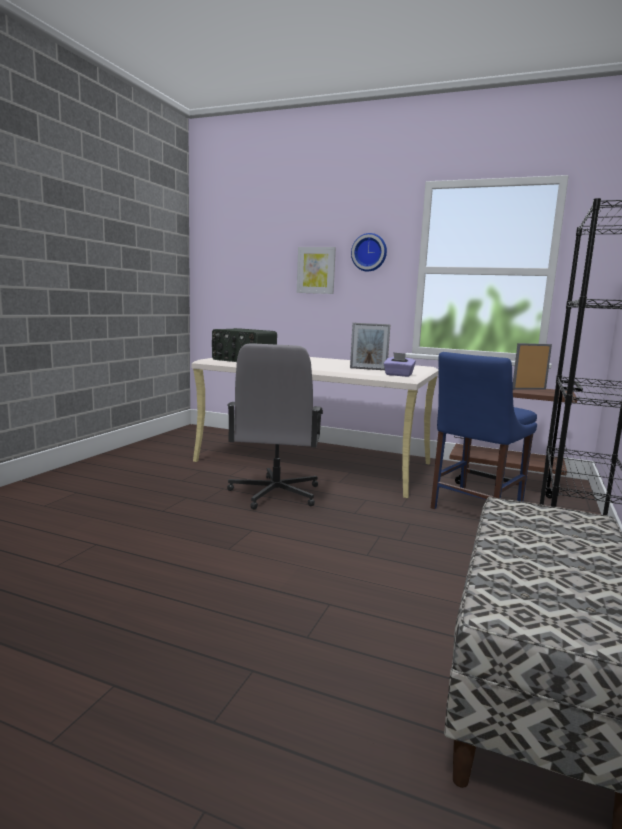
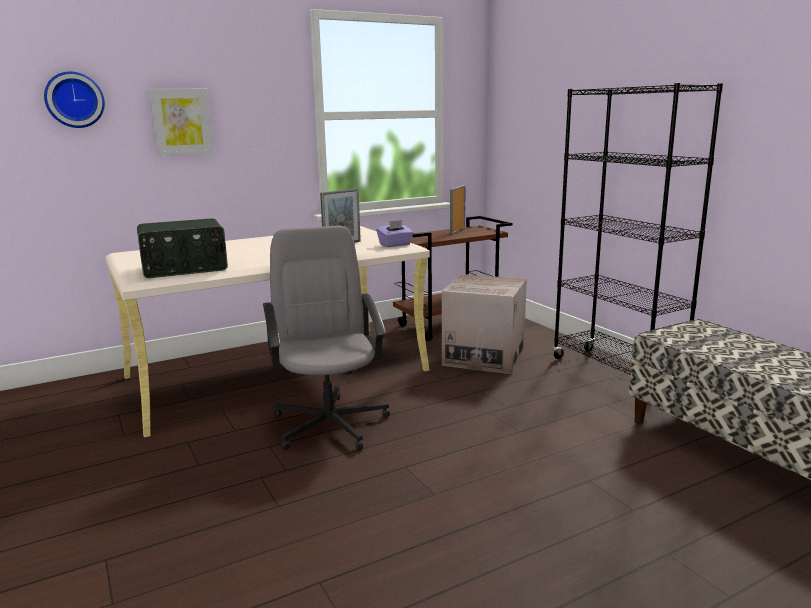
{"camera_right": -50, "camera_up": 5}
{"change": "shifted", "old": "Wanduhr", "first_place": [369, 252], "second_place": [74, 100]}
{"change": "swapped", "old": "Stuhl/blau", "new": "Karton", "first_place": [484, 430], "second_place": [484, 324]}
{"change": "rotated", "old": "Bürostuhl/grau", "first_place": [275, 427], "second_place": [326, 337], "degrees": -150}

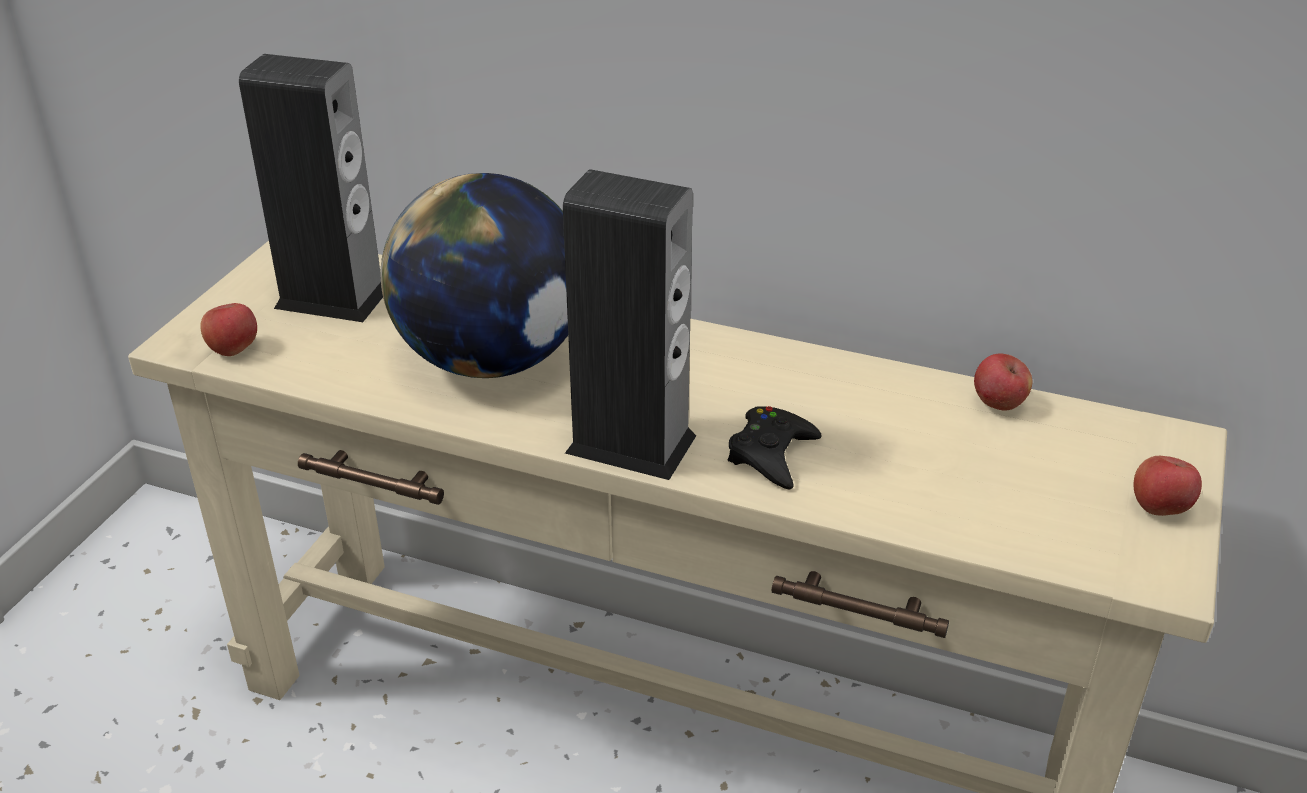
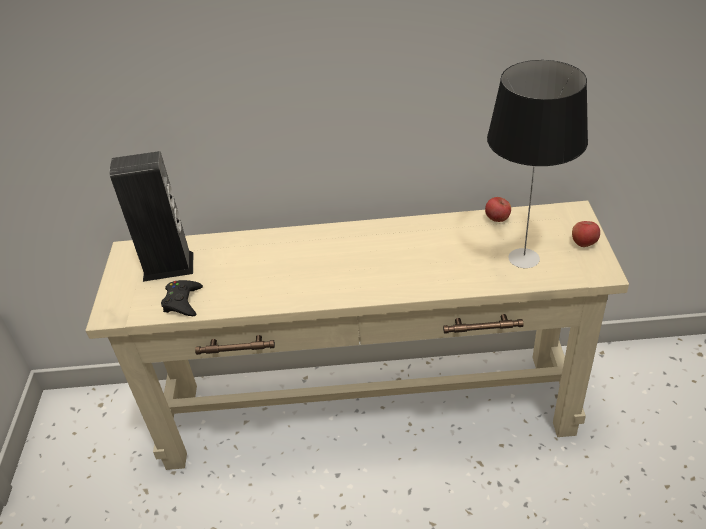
{"camera_right": -20, "camera_up": 5}
{"change": "gone", "old": "Apfel", "first_place": [228, 329]}
{"change": "gone", "old": "Globus", "first_place": [474, 275]}
{"change": "gone", "old": "Lautsprecher", "first_place": [629, 324]}
{"change": "new", "new": "Tischlampe", "second_place": [537, 164]}
{"change": "shifted", "old": "Gamepad/schwarz", "first_place": [774, 448], "second_place": [182, 298]}

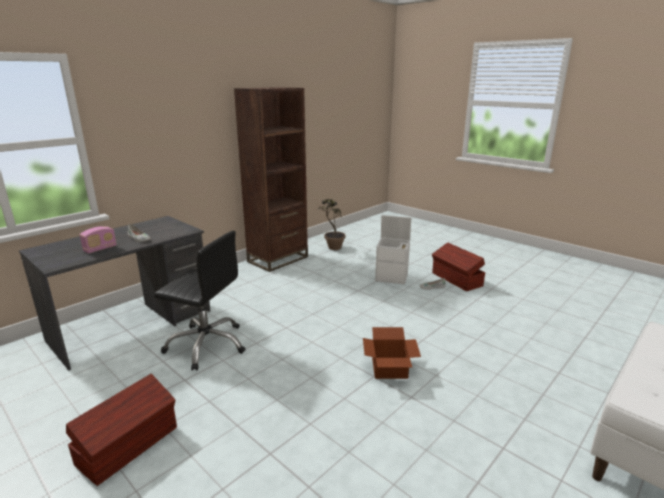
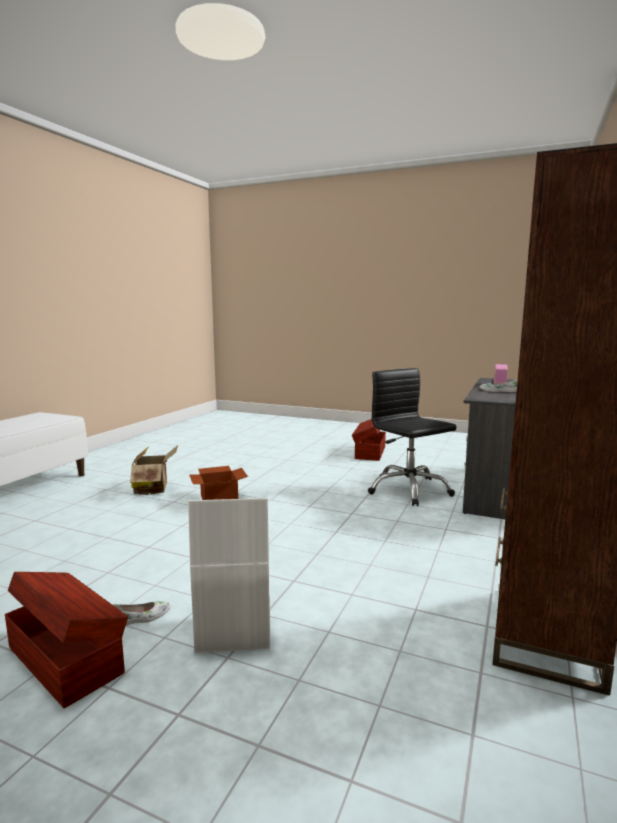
{"camera_right": 160, "camera_up": -10}
{"change": "gone", "old": "Topfpflanze", "first_place": [331, 224]}
{"change": "new", "new": "Karton", "second_place": [154, 470]}
{"change": "rotated", "old": "Bürostuhl/schwarz", "first_place": [199, 300], "second_place": [412, 437], "degrees": 60}

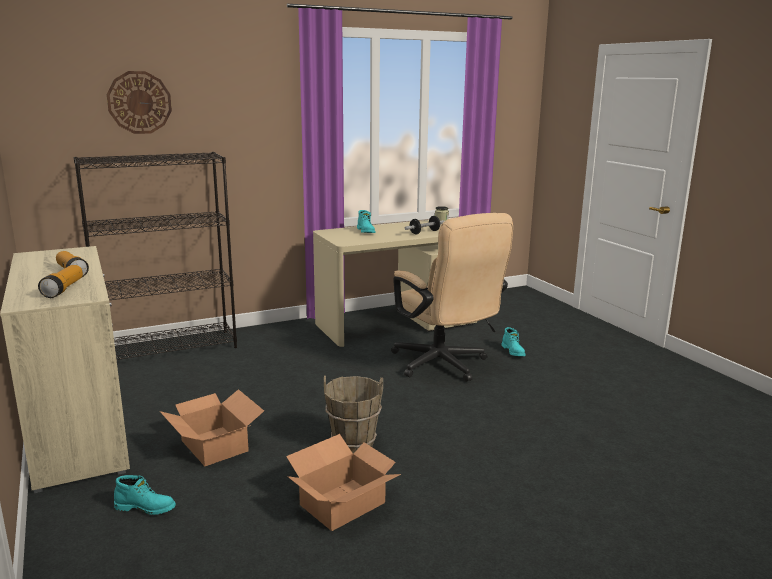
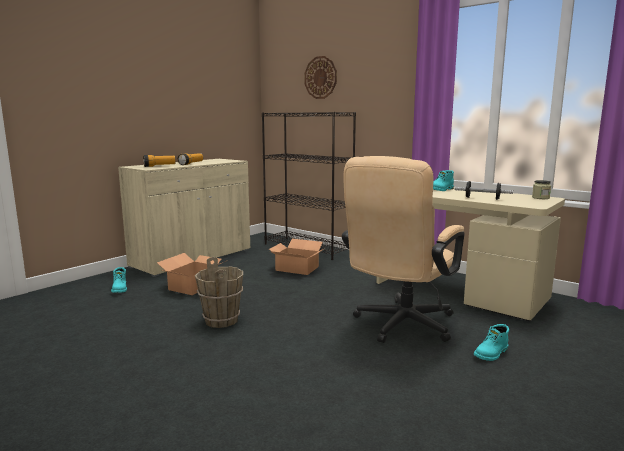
{"camera_right": 65, "camera_up": -5}
{"change": "shifted", "old": "Karton", "first_place": [343, 482], "second_place": [296, 257]}

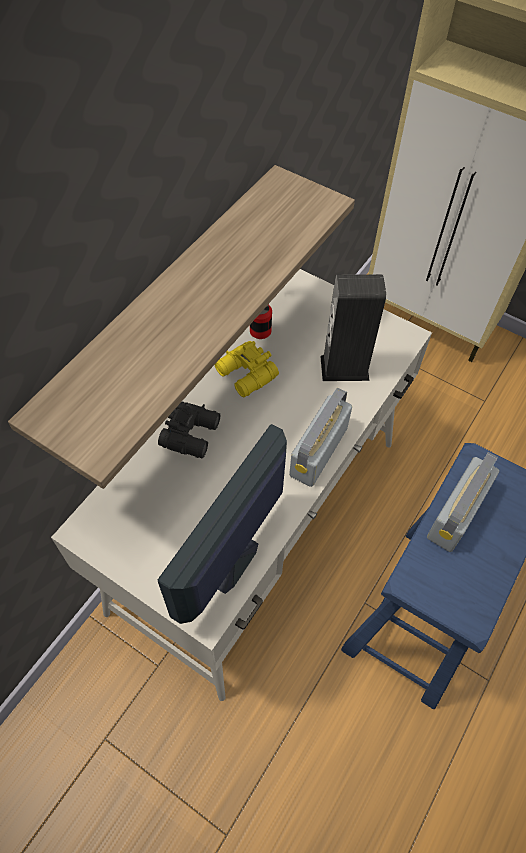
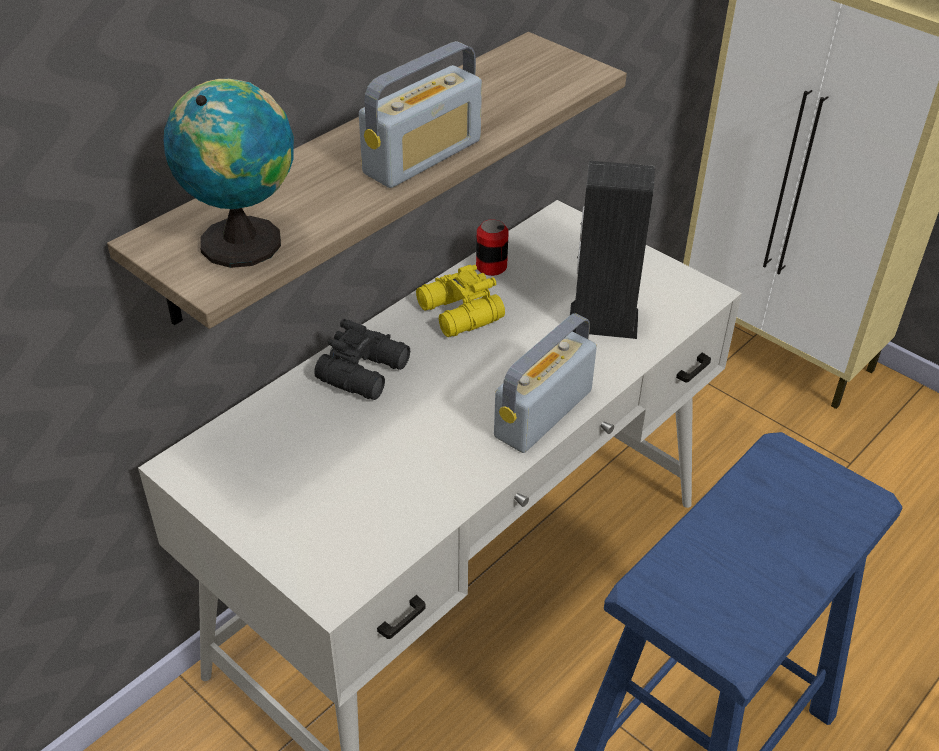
{"camera_right": 10, "camera_up": -15}
{"change": "gone", "old": "Monitor", "first_place": [222, 524]}
{"change": "new", "new": "Globus", "second_place": [229, 173]}
{"change": "shifted", "old": "Radio", "first_place": [463, 502], "second_place": [420, 114]}

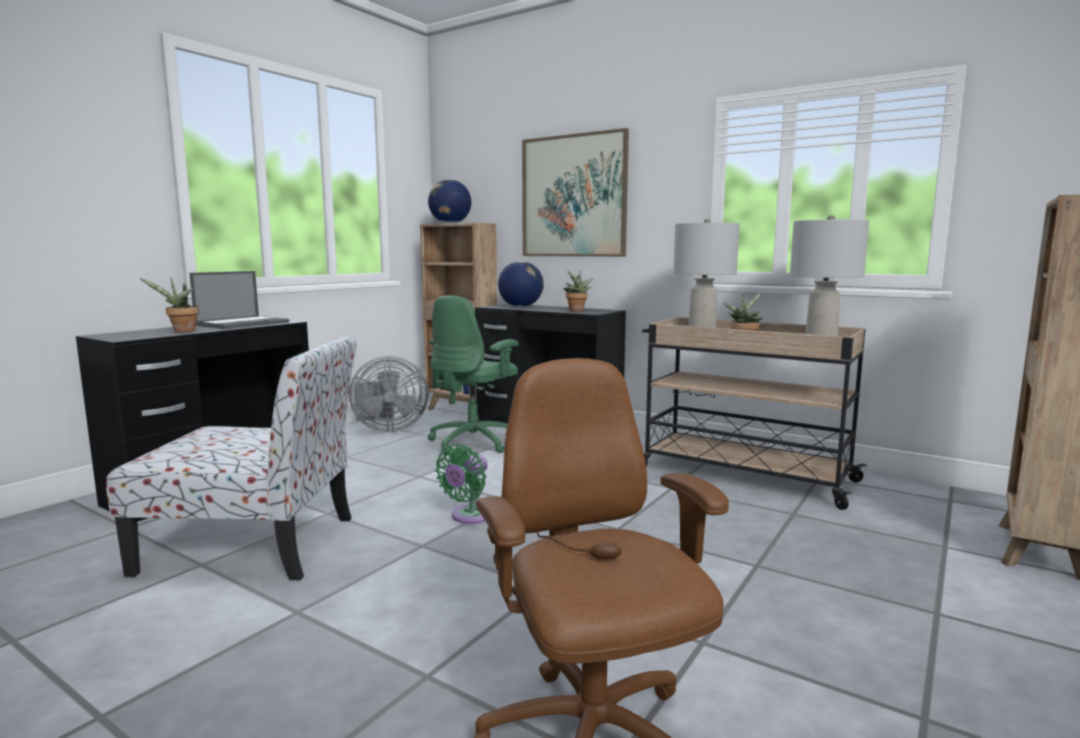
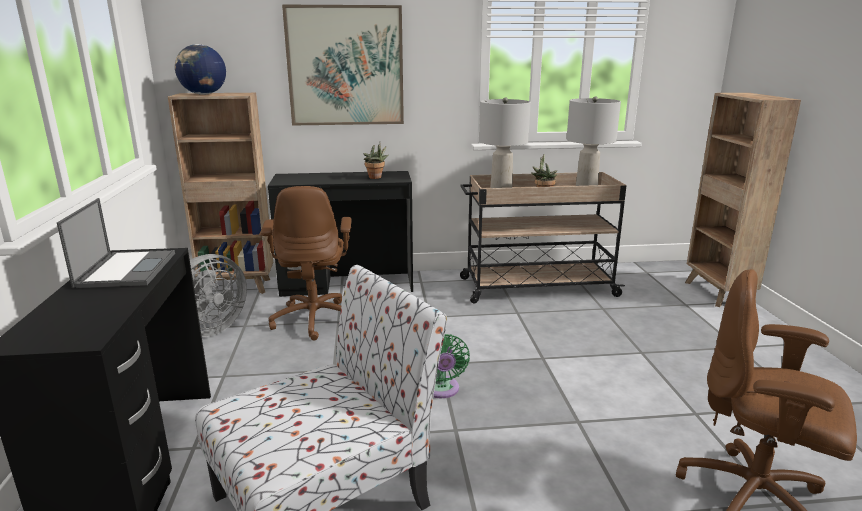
{"camera_right": -40, "camera_up": 10}
{"change": "gone", "old": "Topfpflanze", "first_place": [169, 305]}
{"change": "gone", "old": "Globus", "first_place": [521, 284]}
{"change": "repainted", "old": "Bürostuhl/grün", "new": "Bürostuhl/braun", "first_place": [473, 375], "second_place": [306, 263]}

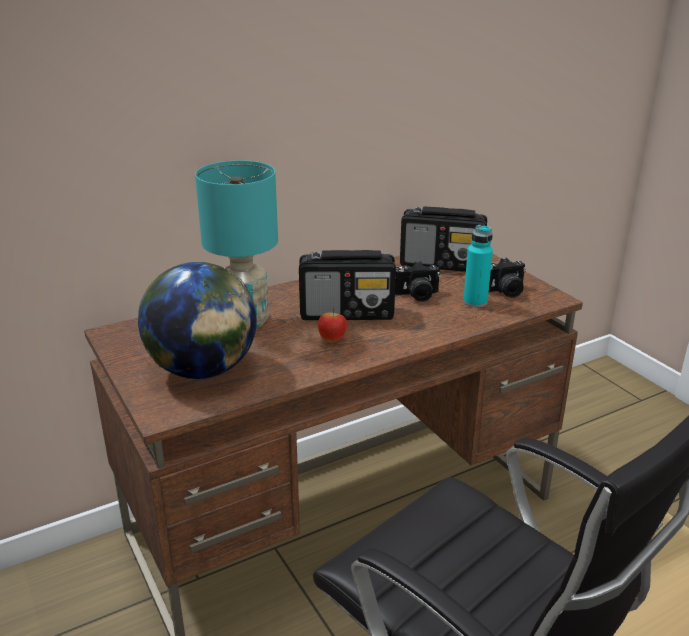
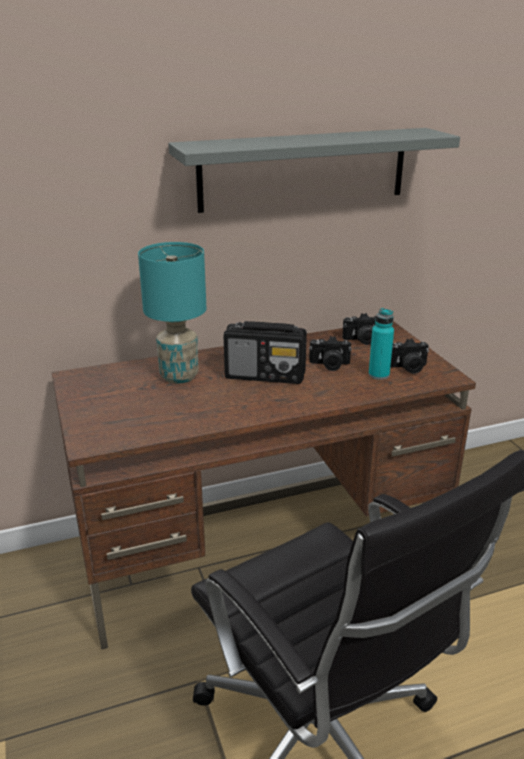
{"camera_right": 10, "camera_up": 0}
{"change": "gone", "old": "Globus", "first_place": [197, 320]}
{"change": "gone", "old": "Apfel", "first_place": [332, 325]}
{"change": "new", "new": "Wandregal/grau", "second_place": [314, 170]}
{"change": "swapped", "old": "Radio", "new": "Kamera", "first_place": [443, 239], "second_place": [359, 329]}

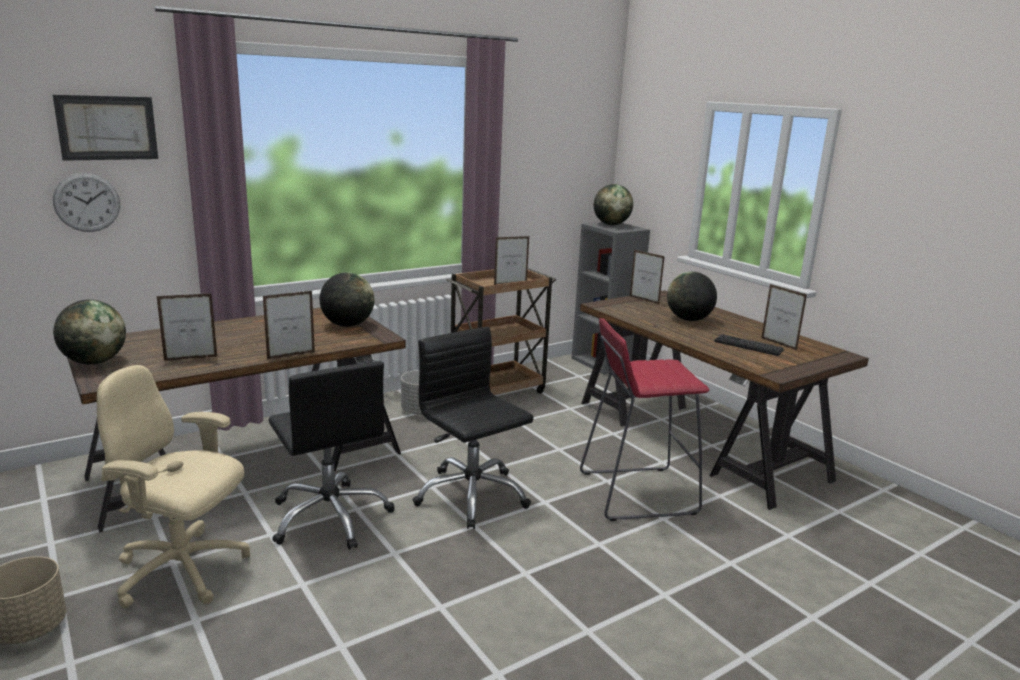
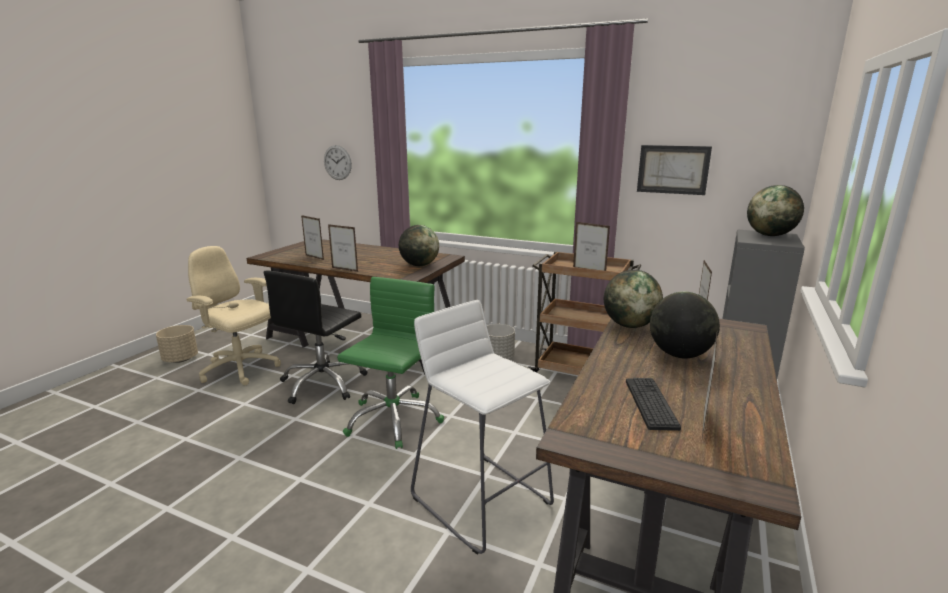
{"camera_right": 60, "camera_up": 0}
{"change": "shifted", "old": "Bild", "first_place": [105, 128], "second_place": [674, 170]}
{"change": "shifted", "old": "Globus", "first_place": [89, 332], "second_place": [633, 299]}
{"change": "repainted", "old": "Bürostuhl/schwarz", "new": "Bürostuhl/grün", "first_place": [473, 428], "second_place": [390, 363]}
{"change": "repainted", "old": "Hocker/rot", "new": "Hocker/weiß", "first_place": [645, 419], "second_place": [482, 427]}
{"change": "rotated", "old": "Bürostuhl/beige", "first_place": [173, 487], "second_place": [234, 315], "degrees": -45}

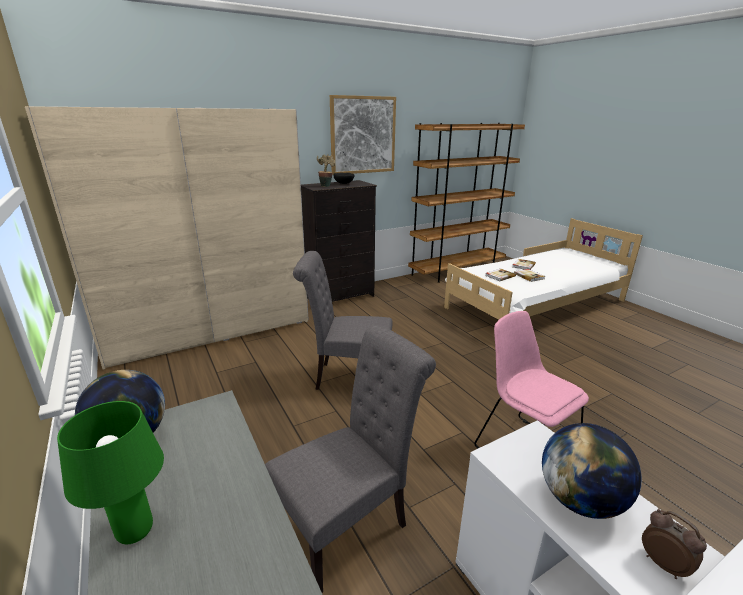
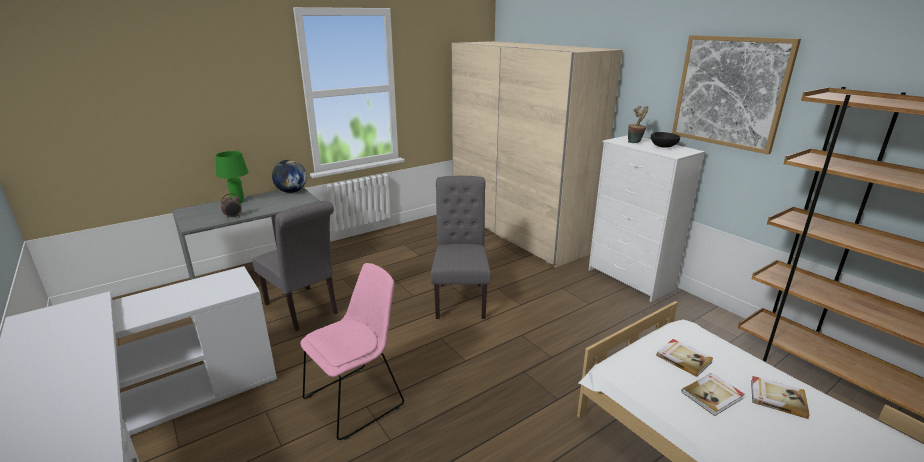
{"camera_right": 85, "camera_up": 0}
{"change": "gone", "old": "Globus", "first_place": [592, 471]}
{"change": "shifted", "old": "Wecker", "first_place": [674, 544], "second_place": [231, 206]}
{"change": "repainted", "old": "Kommode/schwarz", "new": "Kommode/weiß", "first_place": [339, 241], "second_place": [647, 218]}

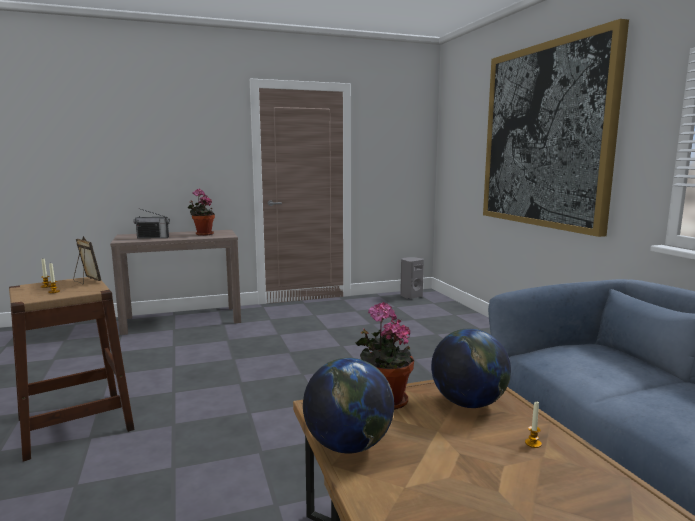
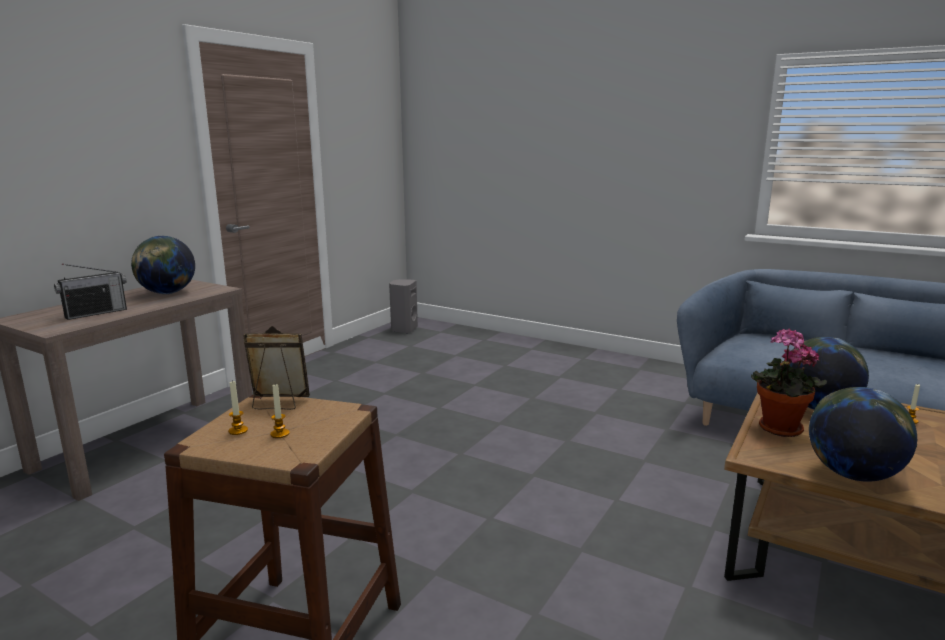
{"camera_right": -40, "camera_up": 5}
{"change": "gone", "old": "Bild", "first_place": [556, 128]}
{"change": "swapped", "old": "Topfpflanze", "new": "Globus", "first_place": [201, 212], "second_place": [163, 265]}

